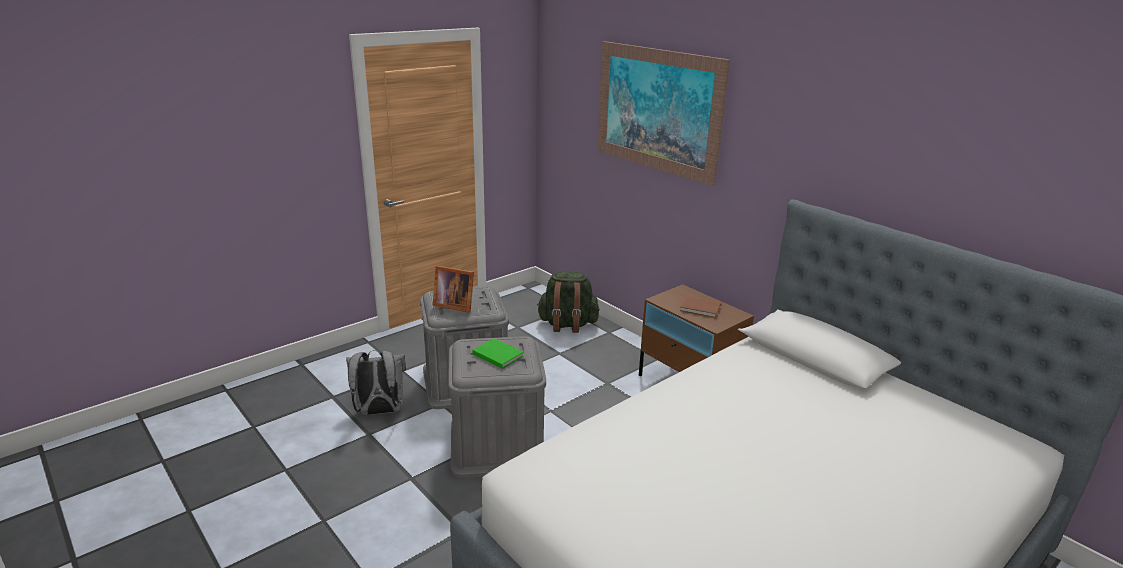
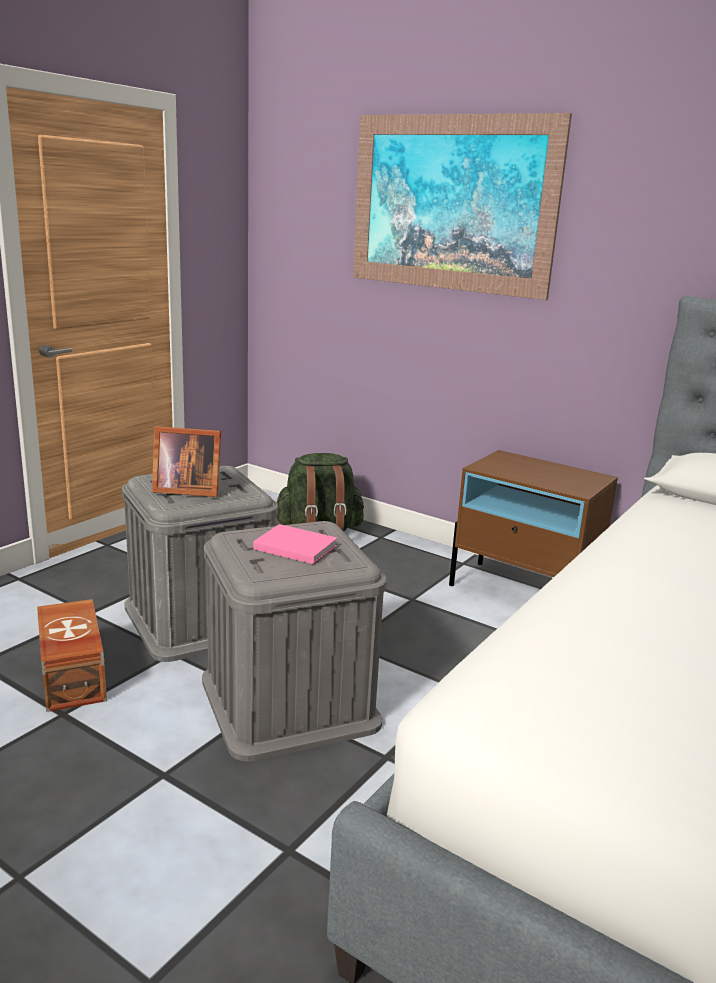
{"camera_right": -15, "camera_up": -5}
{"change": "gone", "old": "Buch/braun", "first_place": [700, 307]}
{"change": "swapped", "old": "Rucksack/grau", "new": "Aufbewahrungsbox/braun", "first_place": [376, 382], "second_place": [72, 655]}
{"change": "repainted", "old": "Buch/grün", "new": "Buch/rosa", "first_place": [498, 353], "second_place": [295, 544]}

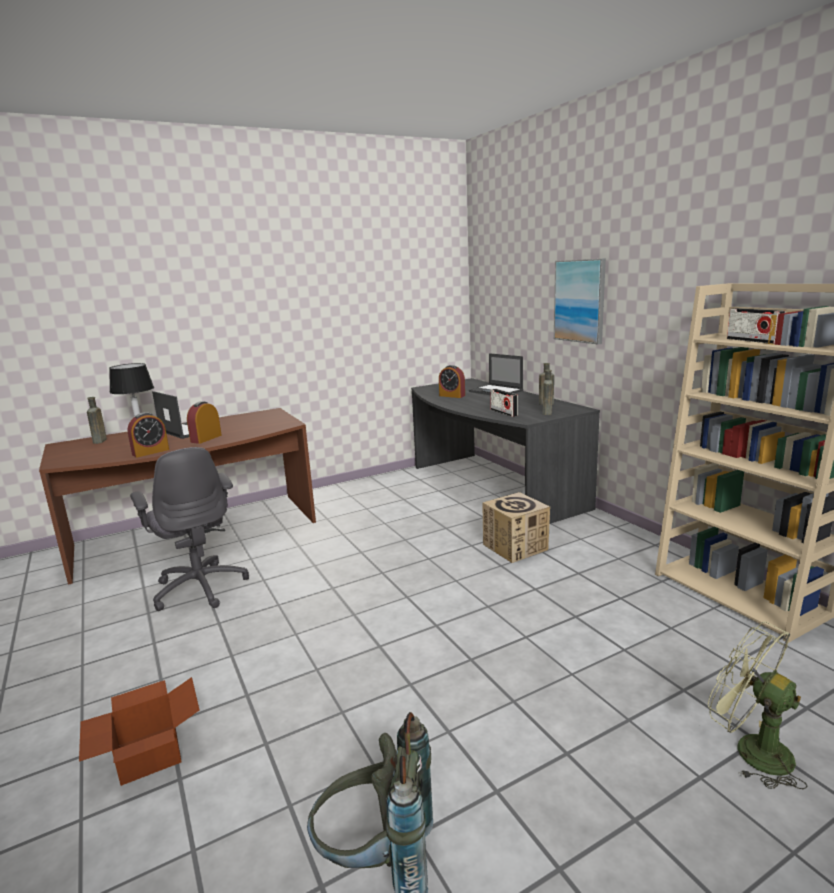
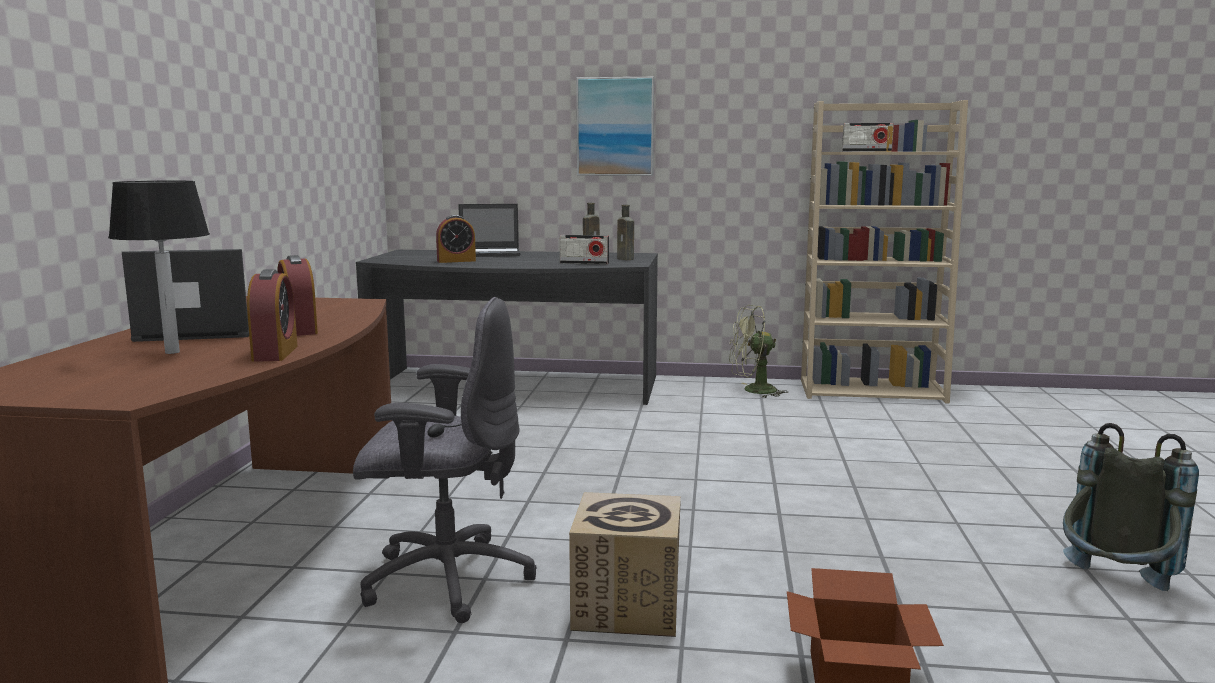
{"camera_right": -55, "camera_up": -5}
{"change": "gone", "old": "Flasche/braun", "first_place": [97, 420]}
{"change": "shifted", "old": "Karton", "first_place": [516, 527], "second_place": [625, 564]}
{"change": "shifted", "old": "Ventilator/grün", "first_place": [757, 705], "second_place": [758, 351]}

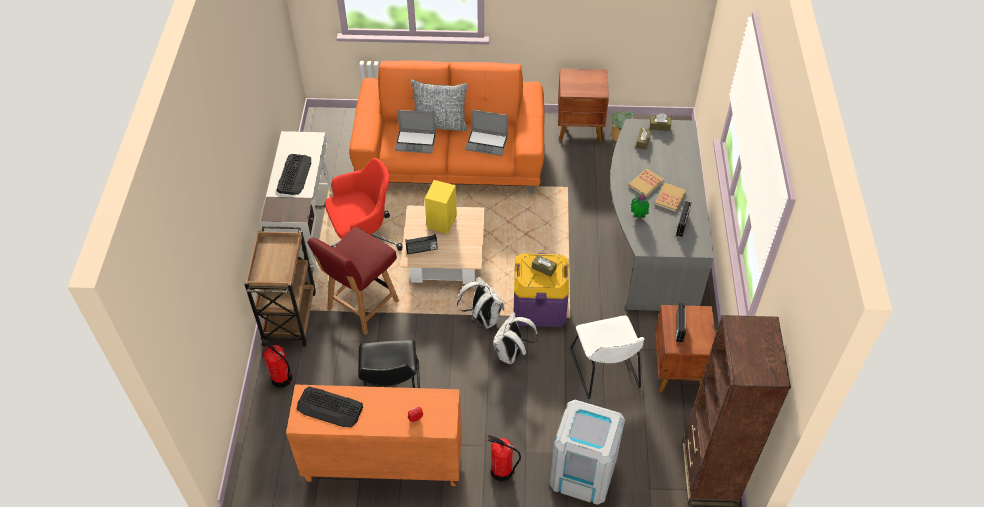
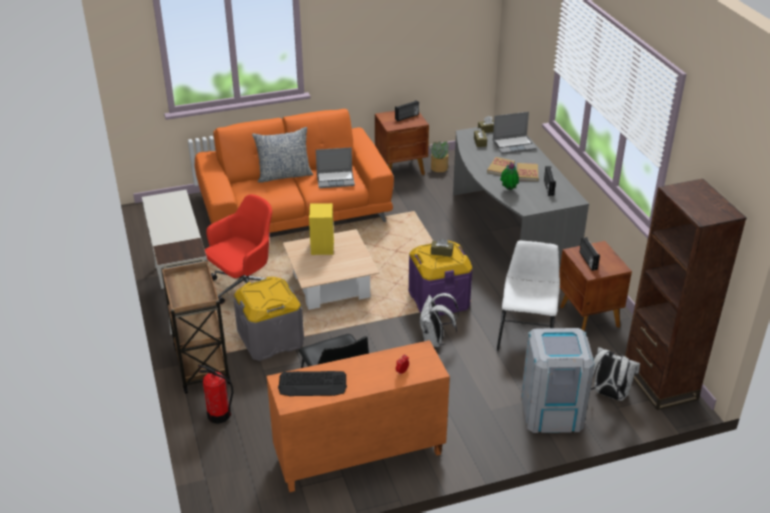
{"camera_right": -20, "camera_up": -15}
{"change": "gone", "old": "Tastatur", "first_place": [294, 174]}
{"change": "gone", "old": "Feuerlöscher", "first_place": [504, 458]}
{"change": "shifted", "old": "Laptop", "first_place": [415, 132], "second_place": [514, 133]}
{"change": "shifted", "old": "Radio", "first_place": [421, 244], "second_place": [407, 110]}
{"change": "shifted", "old": "Rucksack/weiß", "first_place": [480, 303], "second_place": [615, 374]}
{"change": "swapped", "old": "Stuhl/rot", "new": "Aufbewahrungsbox/grau", "first_place": [353, 281], "second_place": [269, 319]}
{"change": "rotated", "old": "Stuhl/weiß", "first_place": [607, 357], "second_place": [528, 295], "degrees": -135}

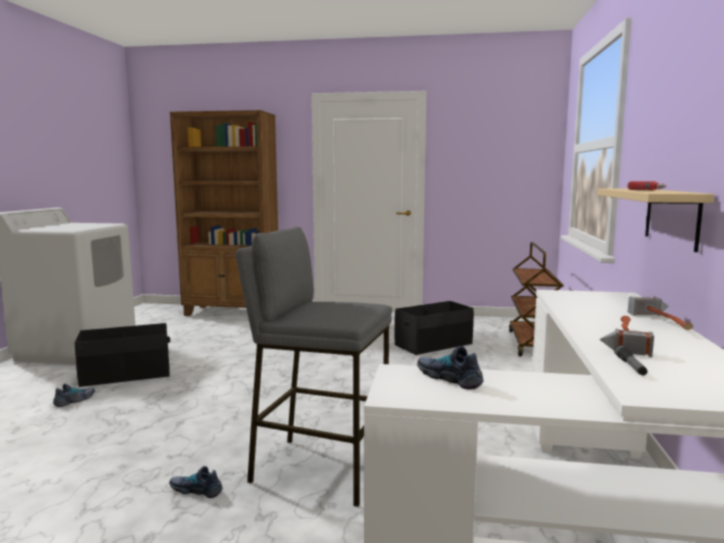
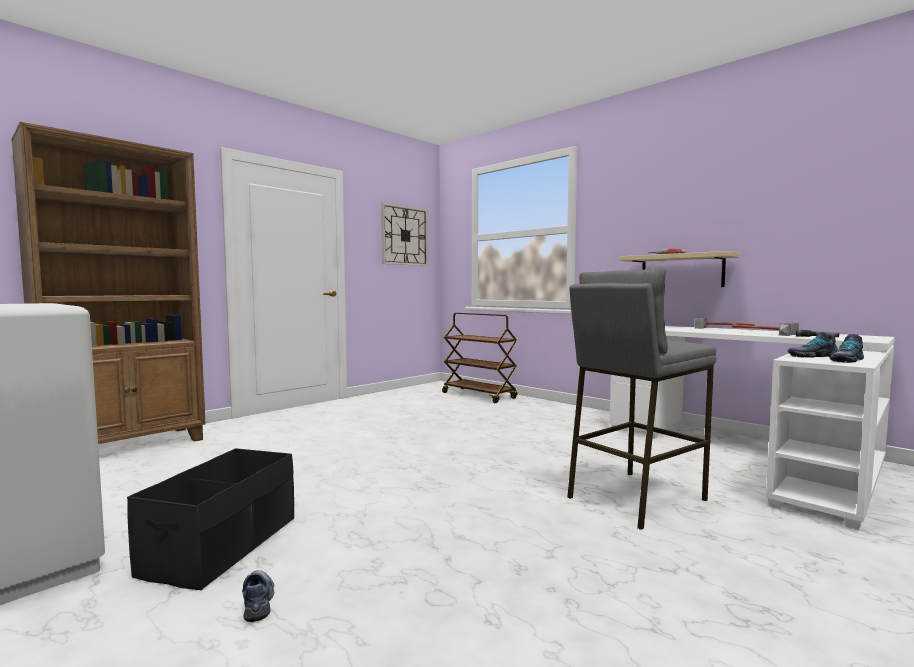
{"camera_right": -55, "camera_up": -5}
{"change": "gone", "old": "Aufbewahrungsbox/schwarz", "first_place": [434, 328]}
{"change": "new", "new": "Wanduhr", "second_place": [404, 234]}
{"change": "shifted", "old": "Schuh", "first_place": [196, 482], "second_place": [847, 348]}

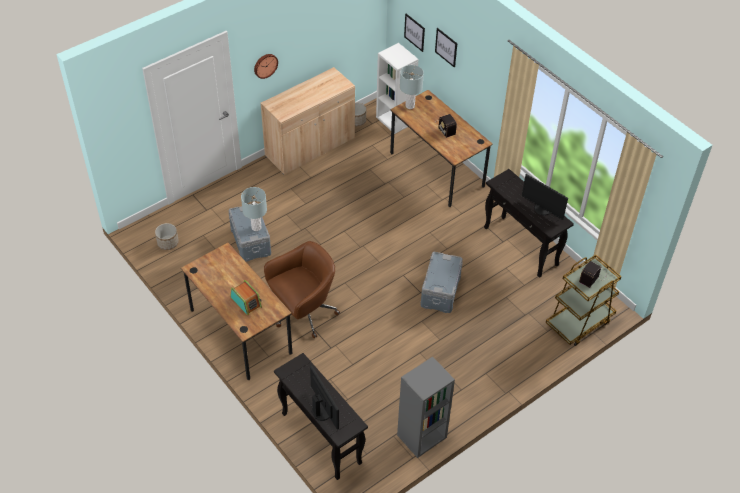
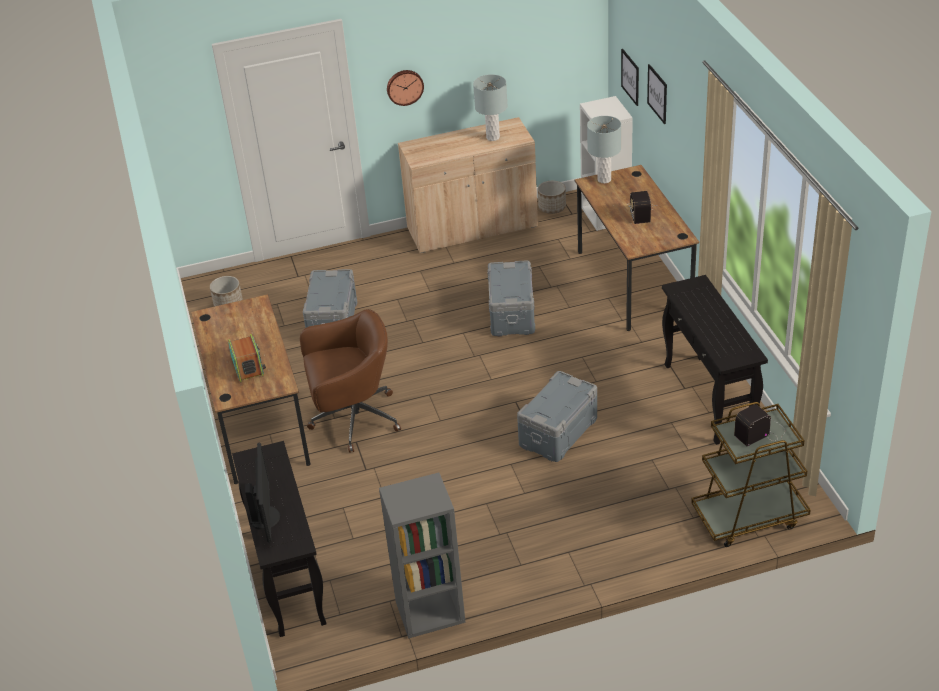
{"camera_right": 25, "camera_up": -10}
{"change": "gone", "old": "Monitor", "first_place": [545, 197]}
{"change": "new", "new": "Aufbewahrungsbox/grau", "second_place": [511, 298]}
{"change": "shifted", "old": "Tischlampe/grau", "first_place": [254, 209], "second_place": [490, 107]}

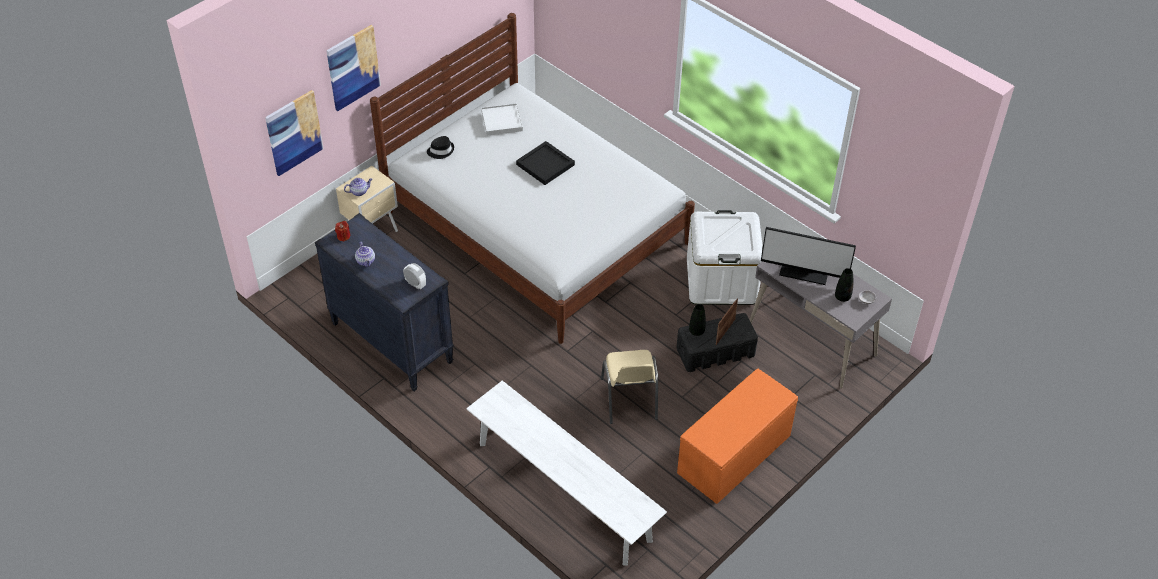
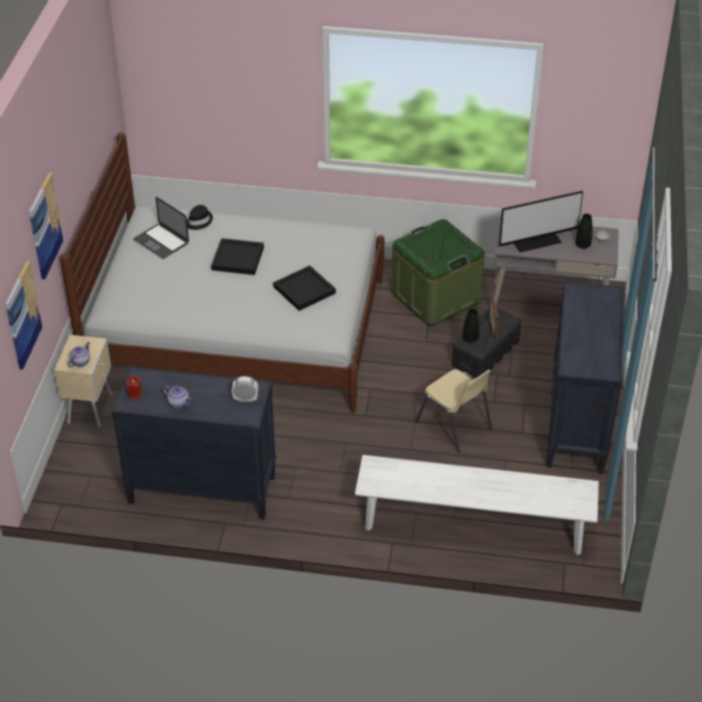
{"camera_right": -35, "camera_up": -5}
{"change": "new", "new": "Tablett/schwarz", "second_place": [304, 288]}
{"change": "shifted", "old": "Hut/schwarz", "first_place": [440, 147], "second_place": [200, 217]}
{"change": "swapped", "old": "Tablett/weiß", "new": "Laptop", "first_place": [502, 119], "second_place": [161, 228]}
{"change": "swapped", "old": "Bank/orange", "new": "Kommode/schwarz", "first_place": [737, 436], "second_place": [585, 377]}
{"change": "repainted", "old": "Aufbewahrungsbox/weiß", "new": "Aufbewahrungsbox/grün", "first_place": [725, 257], "second_place": [438, 272]}

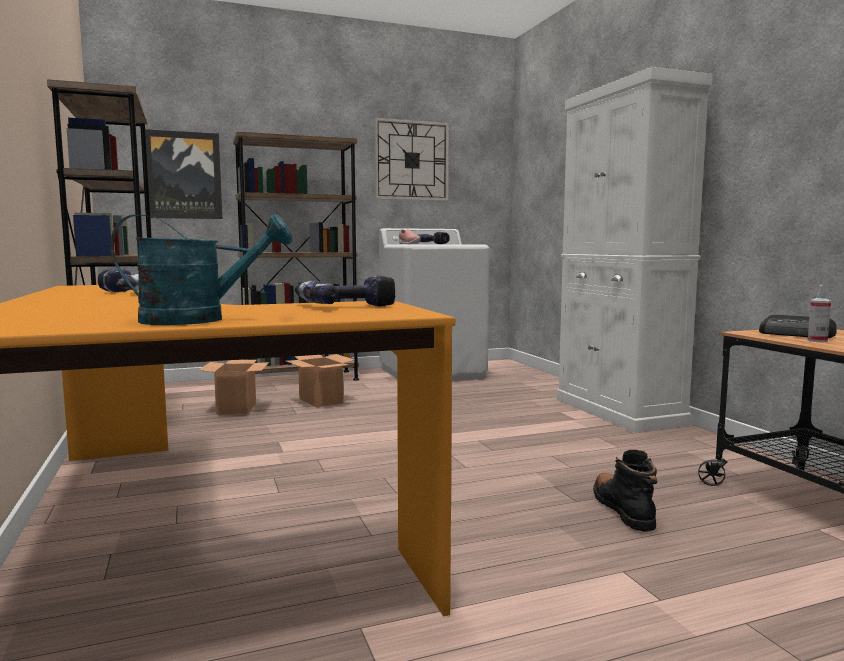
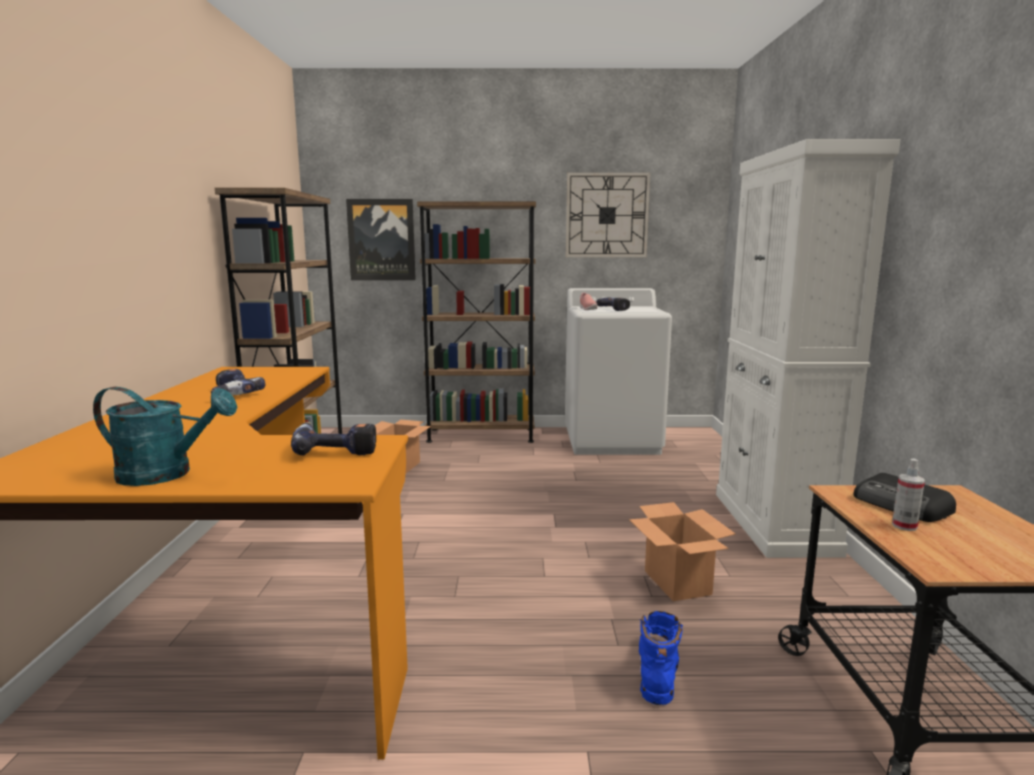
{"camera_right": 20, "camera_up": 5}
{"change": "shifted", "old": "Karton", "first_place": [320, 380], "second_place": [682, 551]}
{"change": "repainted", "old": "Stiefel/schwarz", "new": "Stiefel/blau", "first_place": [625, 491], "second_place": [661, 658]}

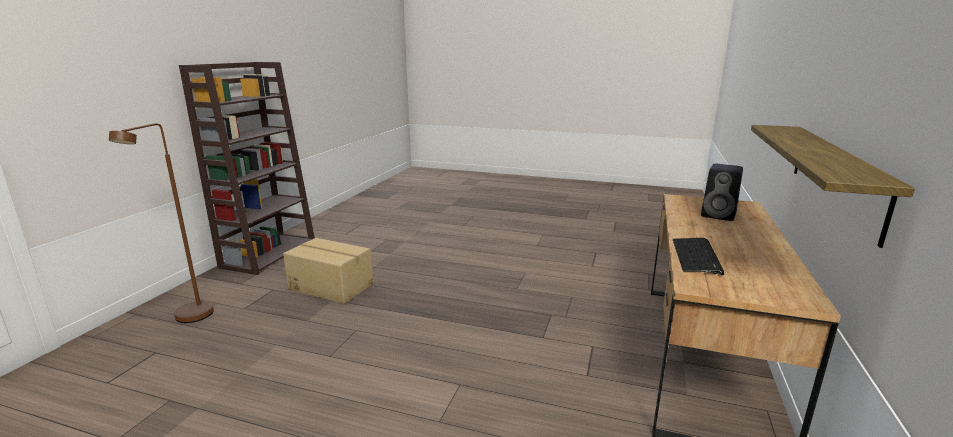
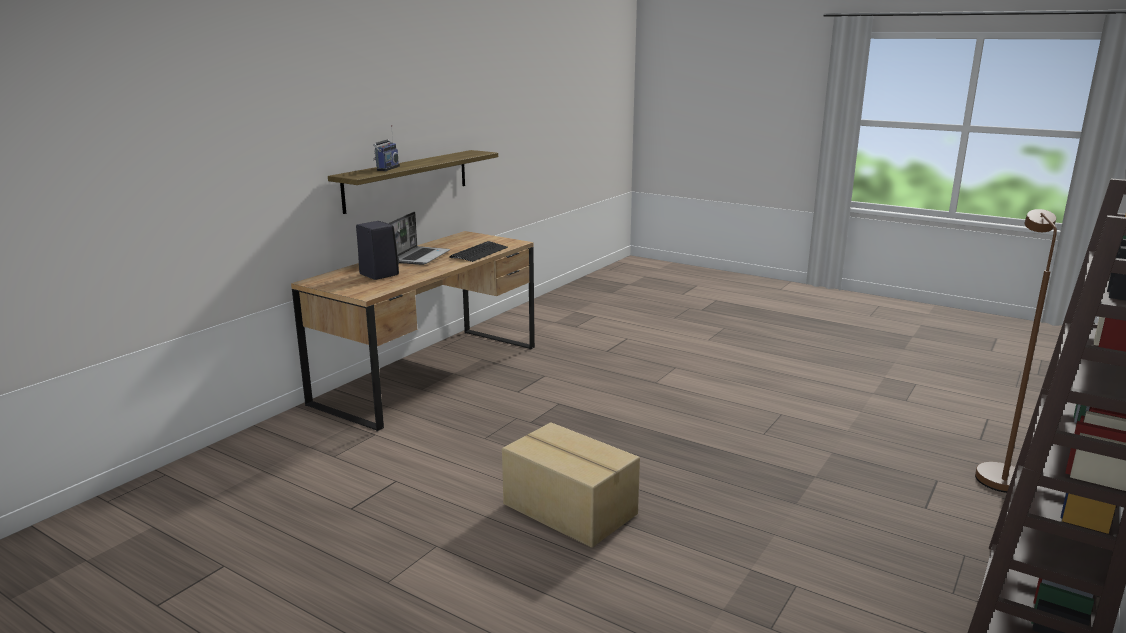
{"camera_right": -165, "camera_up": 0}
{"change": "new", "new": "Radio", "second_place": [386, 148]}
{"change": "new", "new": "Laptop", "second_place": [419, 238]}
{"change": "shifted", "old": "Karton", "first_place": [328, 271], "second_place": [571, 485]}

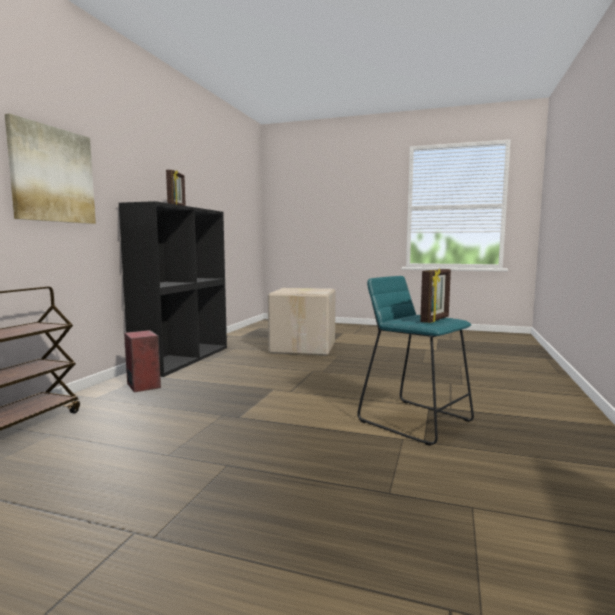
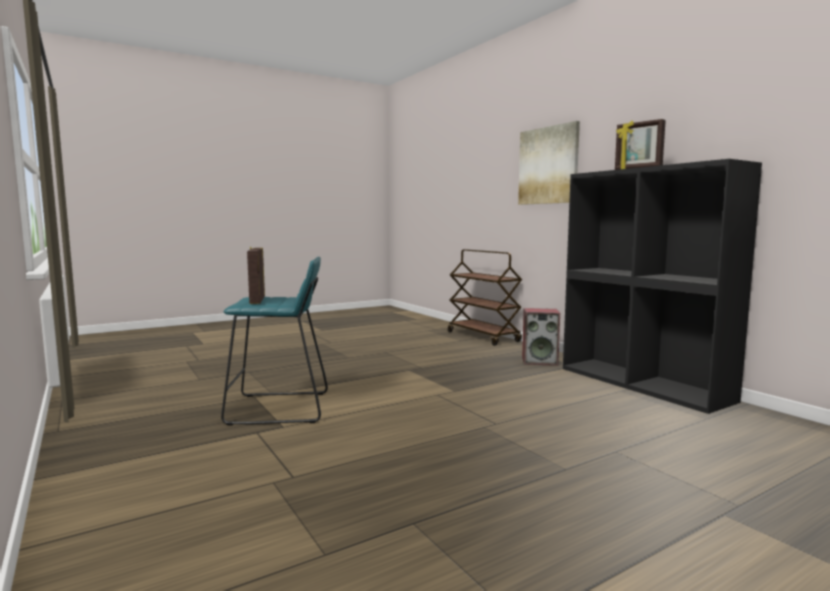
{"camera_right": 130, "camera_up": 0}
{"change": "gone", "old": "Karton", "first_place": [301, 322]}

